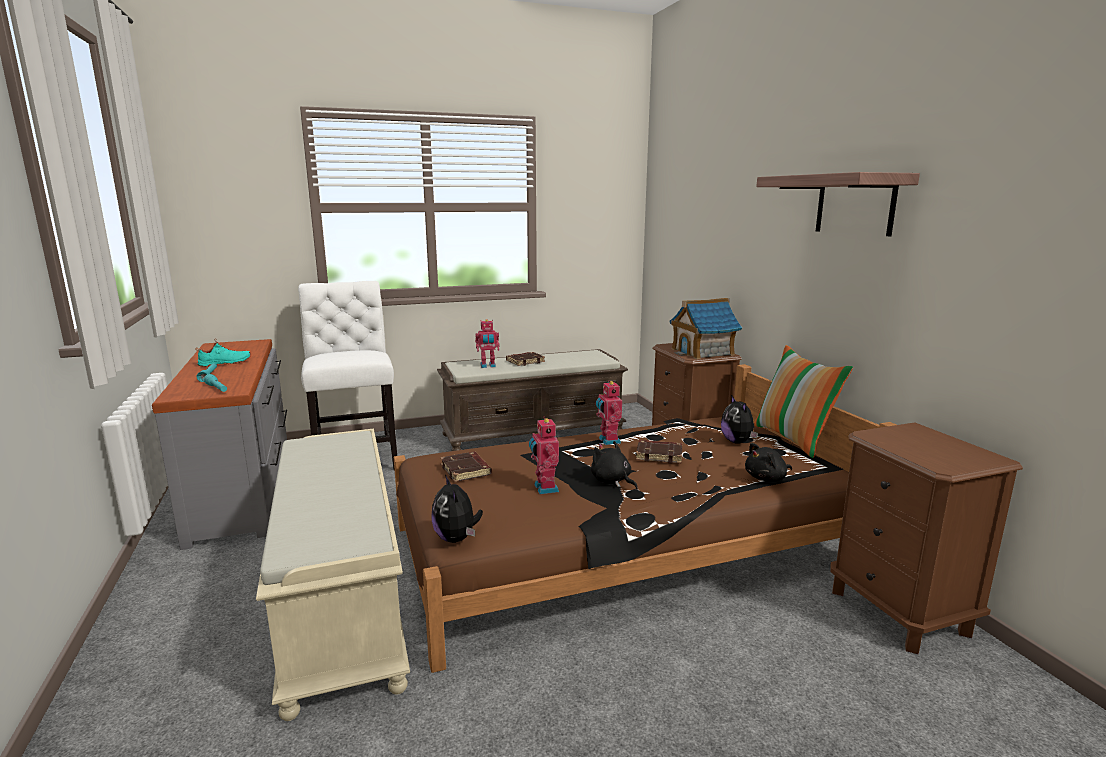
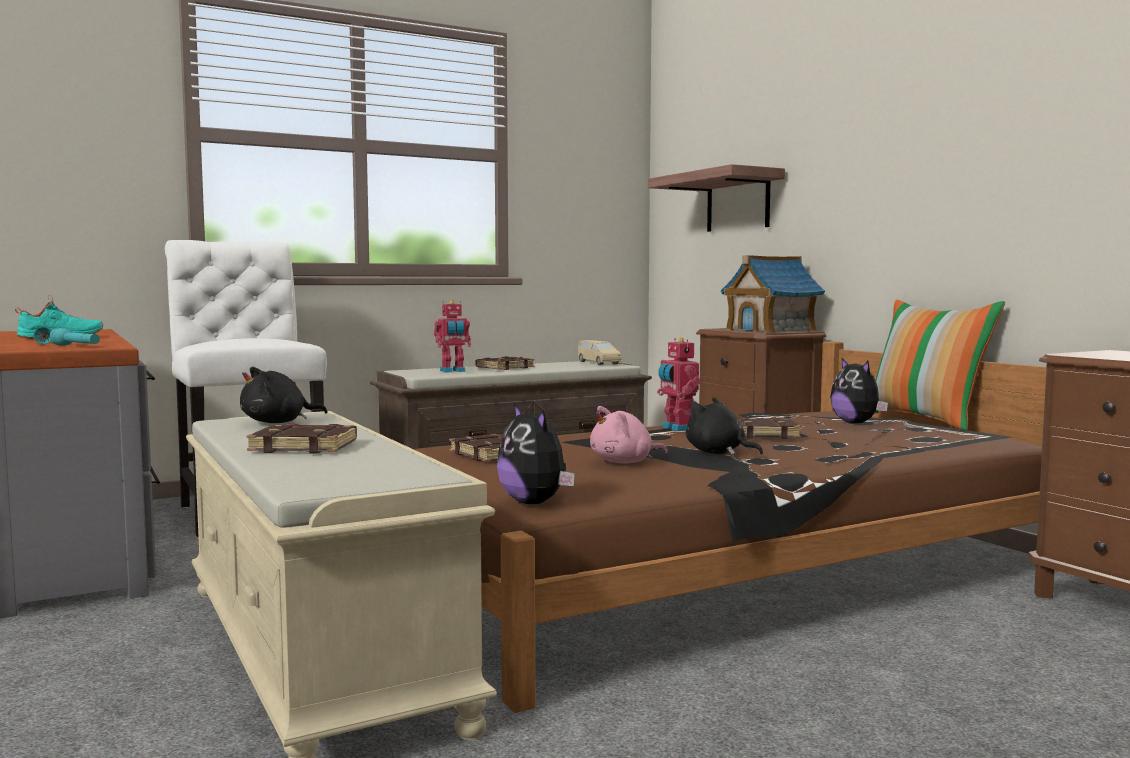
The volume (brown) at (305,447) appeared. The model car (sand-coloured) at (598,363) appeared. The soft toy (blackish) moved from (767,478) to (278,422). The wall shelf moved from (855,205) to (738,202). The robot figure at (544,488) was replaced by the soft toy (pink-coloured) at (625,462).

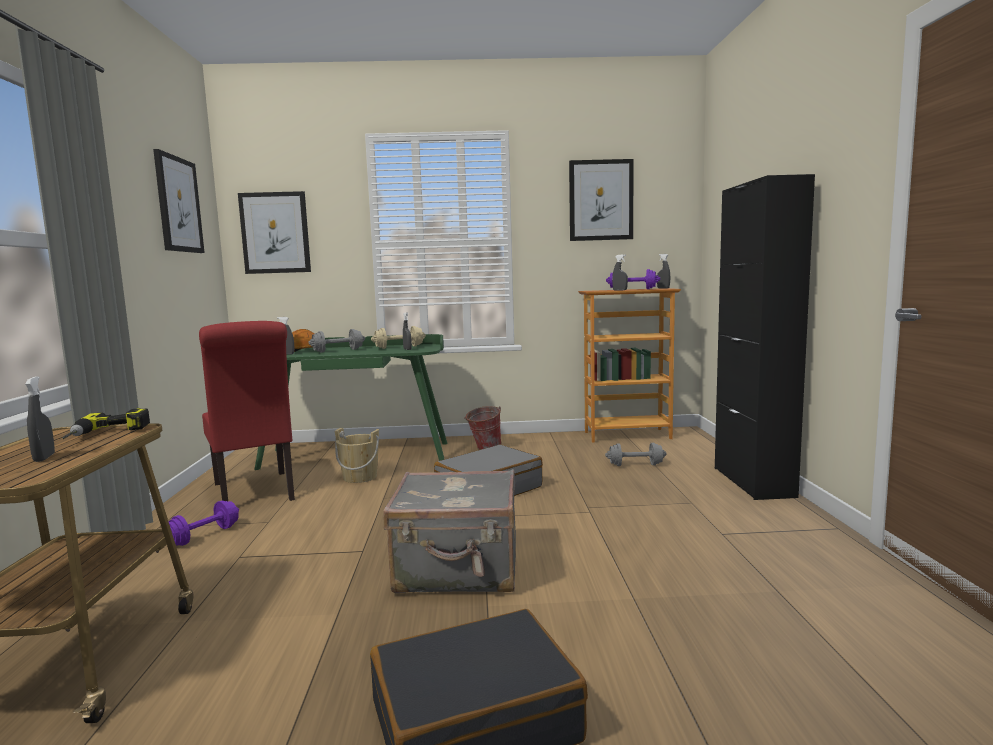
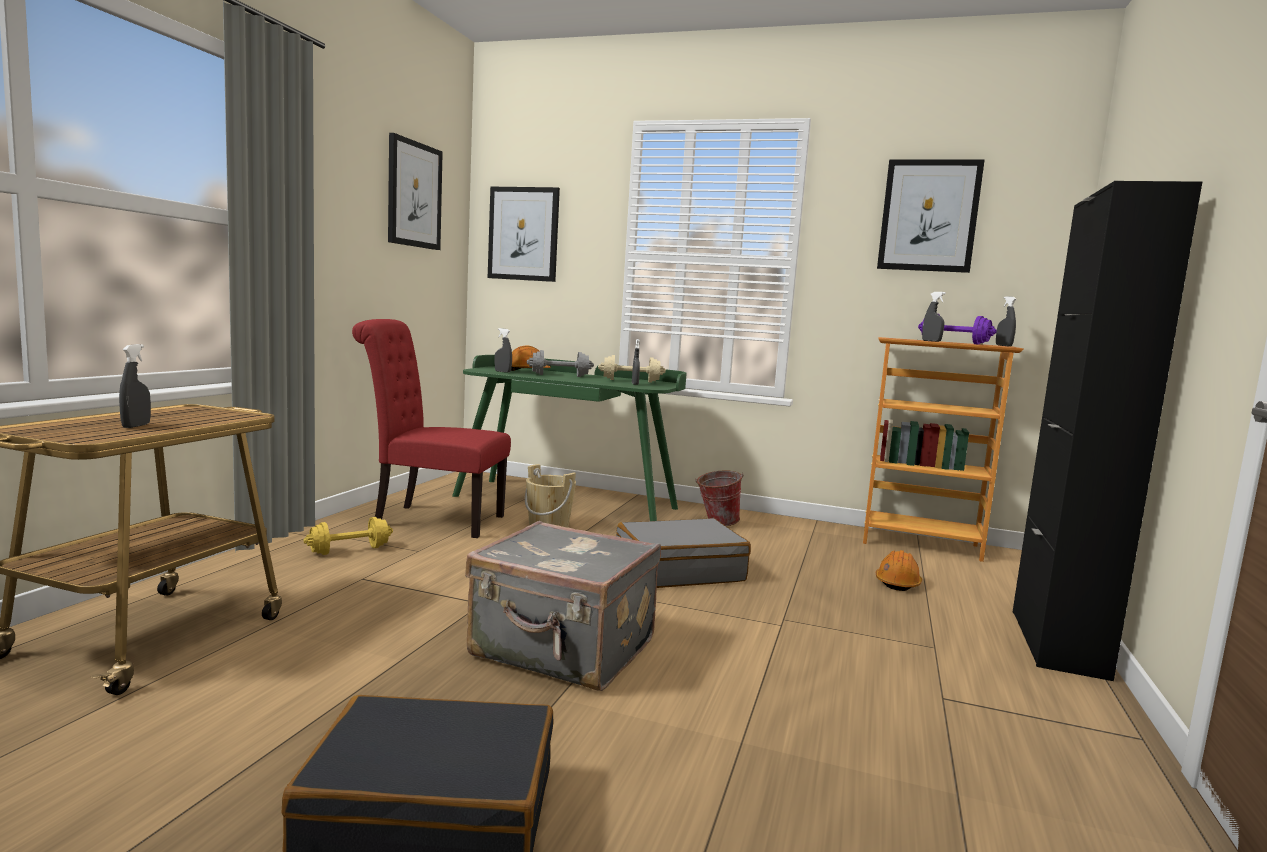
The power drill at (107,433) disappeared. The hand weight (greyish) at (635,465) was replaced by the safety helmet (orange-coloured) at (897,583). The hand weight (purplish) at (203,536) became the hand weight (yellowish) at (349,550). The plain chair (red) at (255,493) turned 105 degrees clockwise.

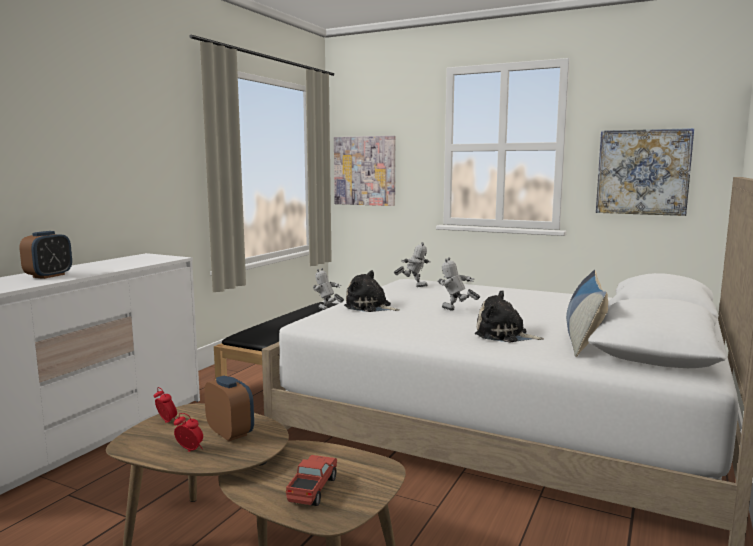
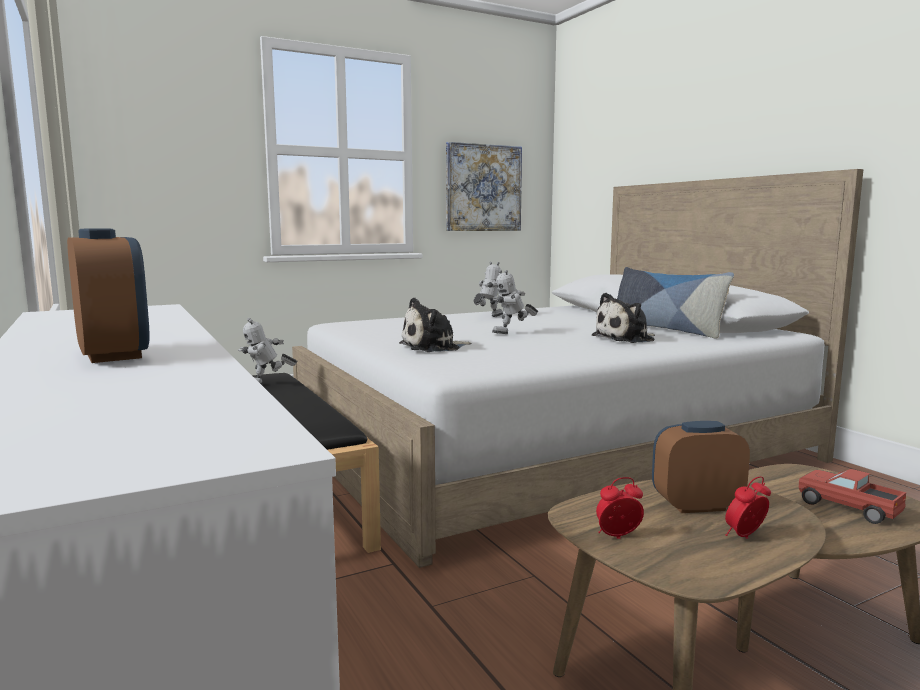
The picture at (364,171) disappeared. The robot figure moved from (413,286) to (488,317).

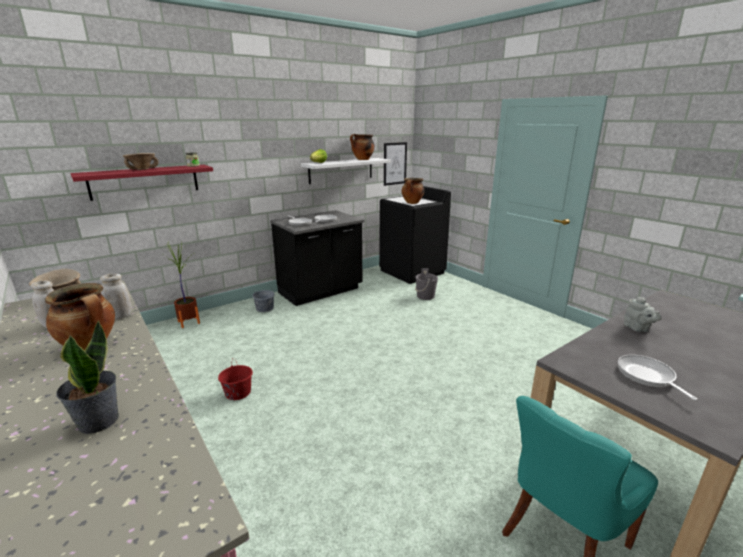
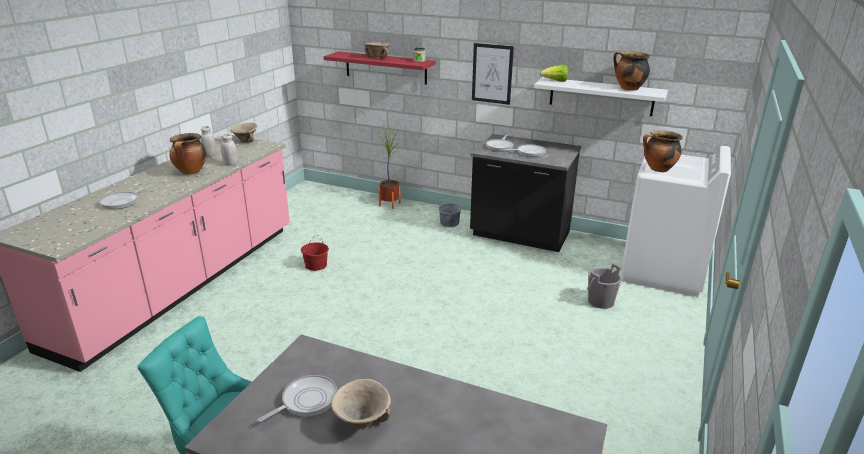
The pot for tea (greyish) at (637,328) disappeared. The deep dish (sand-coloured) at (361,423) appeared. The picture moved from (395,163) to (492,73). The houseplant at (98,421) was replaced by the frying pan at (122,202). The laundry machine (blackish) at (412,272) became the laundry machine (whitish) at (663,272).

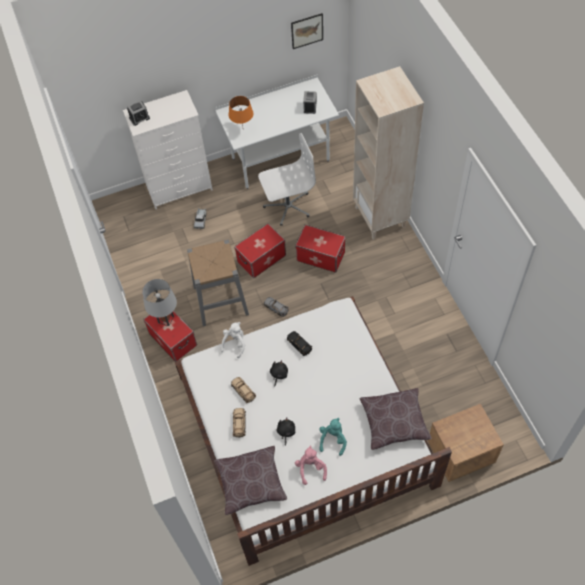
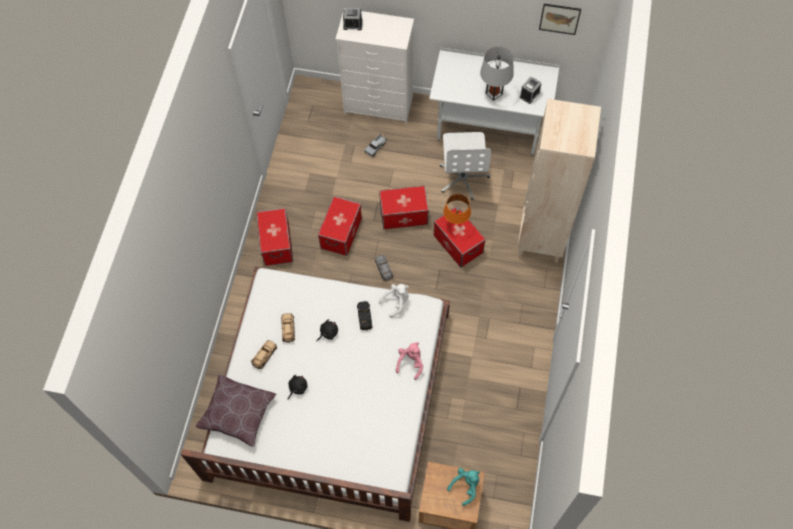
The cushion (brown) at (394,422) disappeared. The lamp for a table (greyish) moved from (166,319) to (494,93). The soft toy (whitish) moved from (235,343) to (396,302). The lamp for a table (orange-coloured) moved from (242,129) to (455,223). The soft toy (pink-coloured) moved from (311,468) to (410,362). The soft toy (blue-green) moved from (333,439) to (466,486). The stool seat (greyish) at (220,300) was replaced by the storage container at (341,233). The computer chair (whitish) at (287,206) turned 75 degrees clockwise.

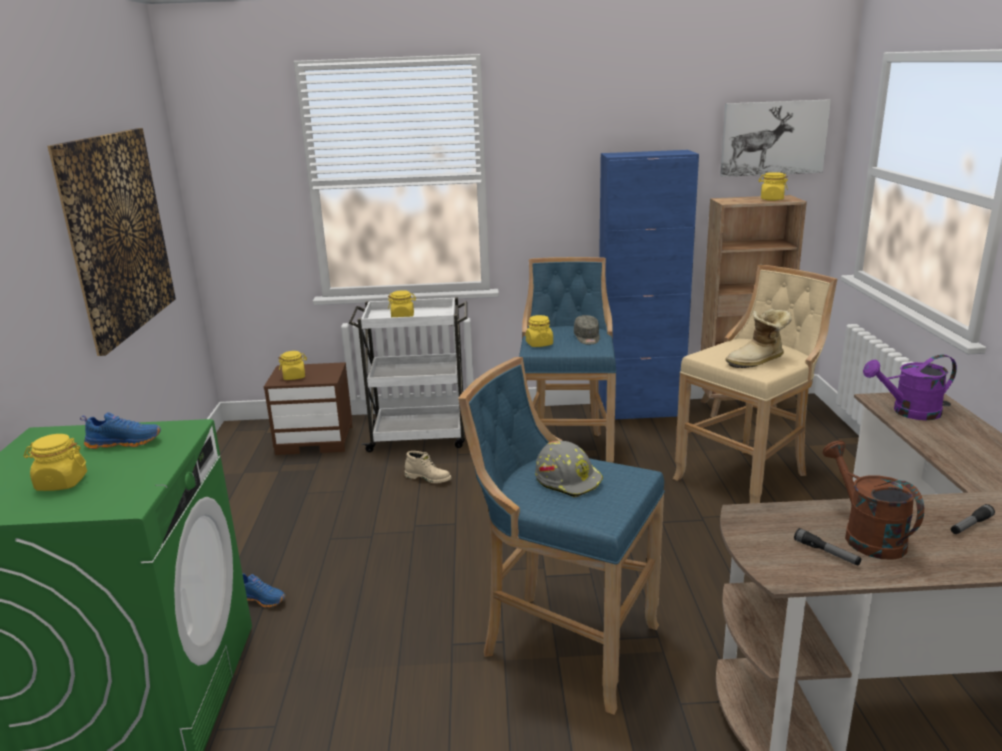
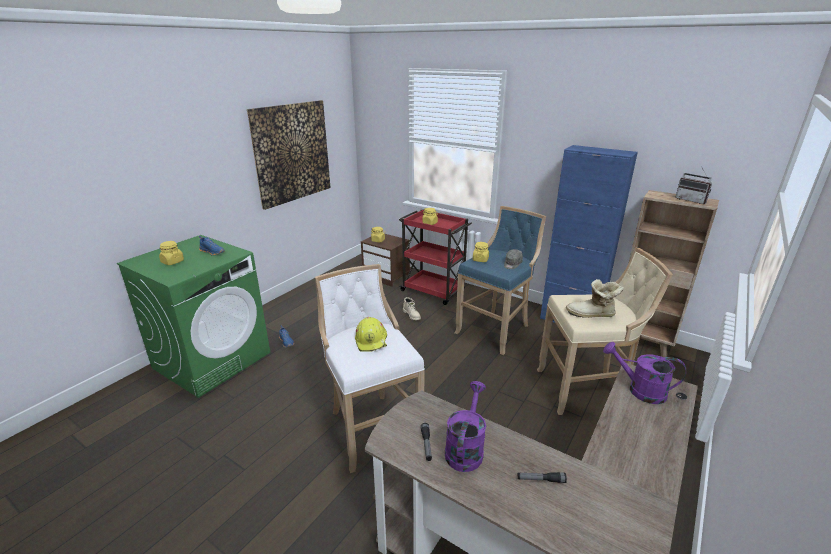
The picture at (773,138) disappeared. The storage jar (yellowish) at (771,199) was replaced by the radio receiver at (692,200). The wheeled cart (whitish) at (420,436) became the wheeled cart (red) at (433,291). The stool seat (blue) at (564,643) became the stool seat (whitish) at (371,427). The safety helmet (greyish) at (568,480) became the safety helmet (yellowish) at (372,341). The watering can (brown) at (866,535) became the watering can (purplish) at (465,448).

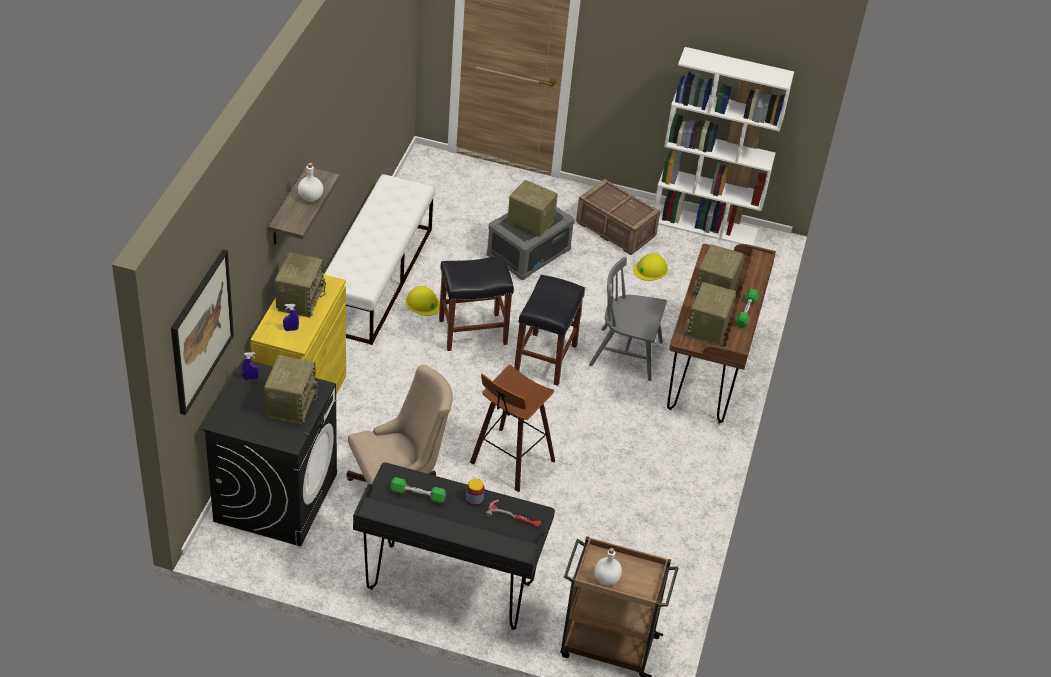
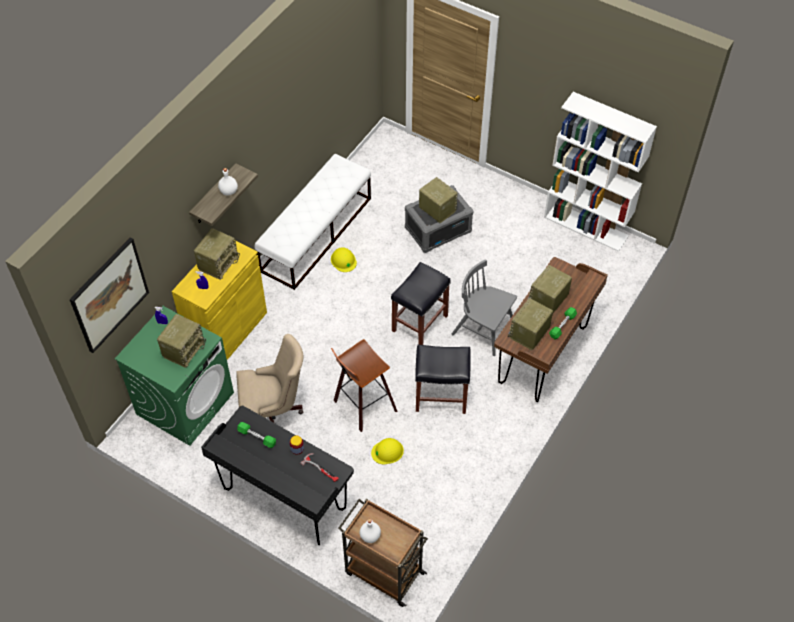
The shipping crate at (615,229) disappeared. The stool seat (blackish) moved from (472,332) to (440,397). The safety helmet (yellowish) moved from (650,269) to (387,451). The laundry machine (blackish) at (276,497) became the laundry machine (greenish) at (185,403).

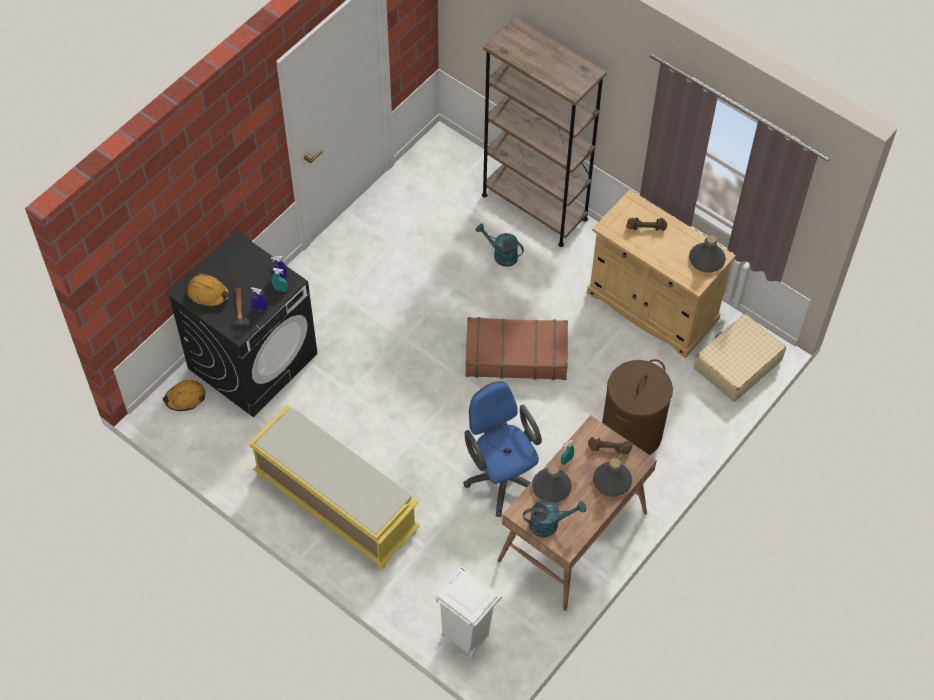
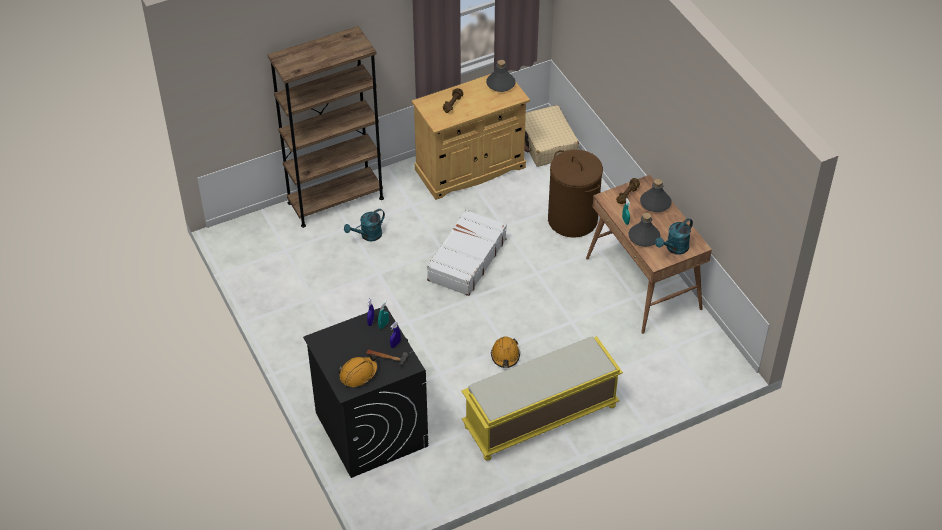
The rubbish bin (whitish) at (465,636) disappeared. The computer chair (blue) at (501,476) disappeared. The safety helmet (orange-coloured) moved from (185,398) to (505,355). The suitcase (brown) at (515,354) became the suitcase (whitish) at (466,260). The watering can (blue-green) at (549,524) turned 150 degrees counterclockwise.

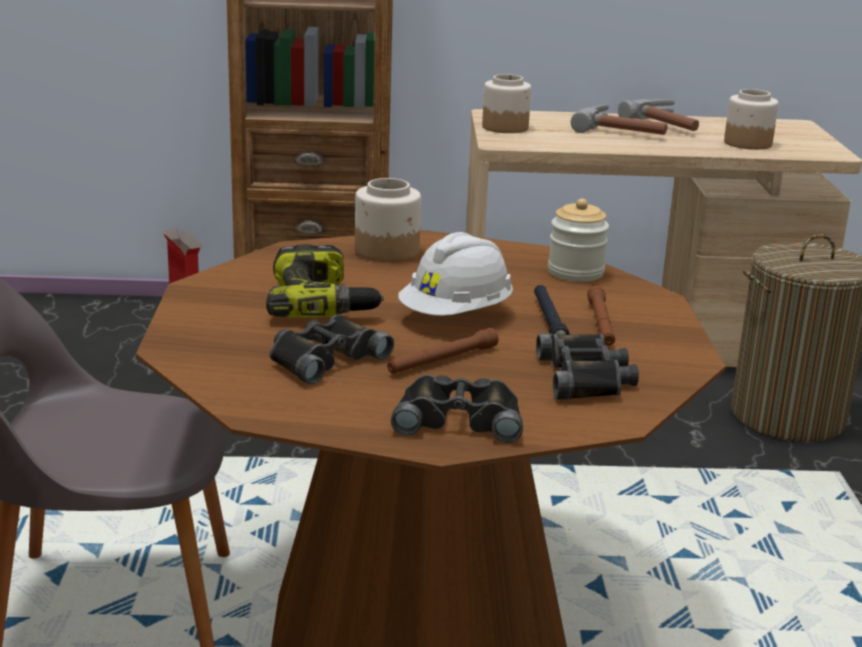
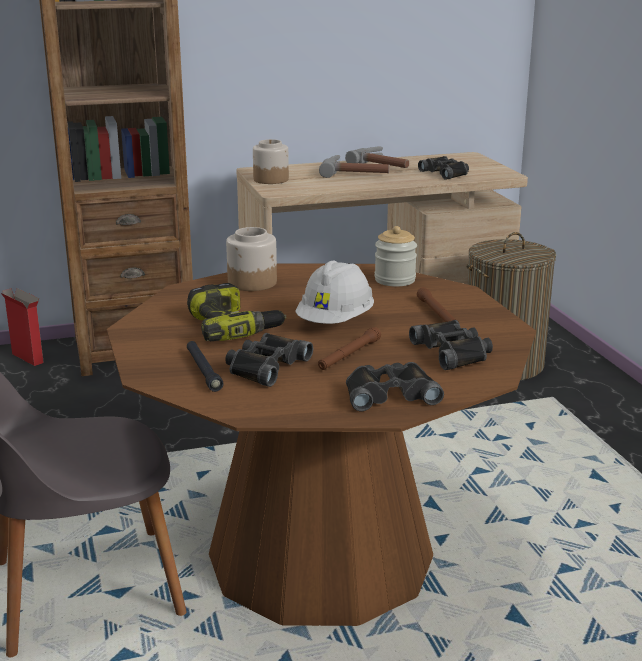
The flashlight (blackish) moved from (549,320) to (203,371). The storage jar at (747,143) was replaced by the field glasses (blackish) at (446,173).

